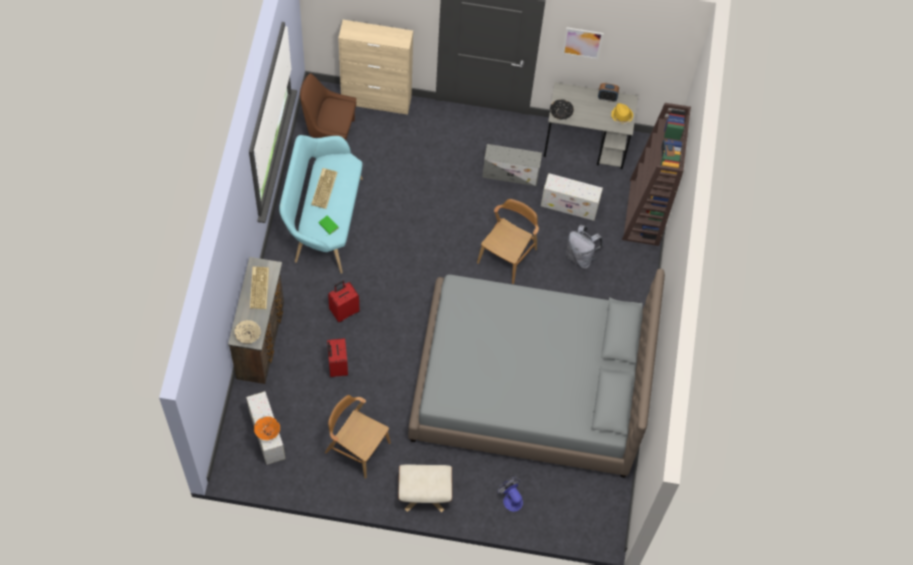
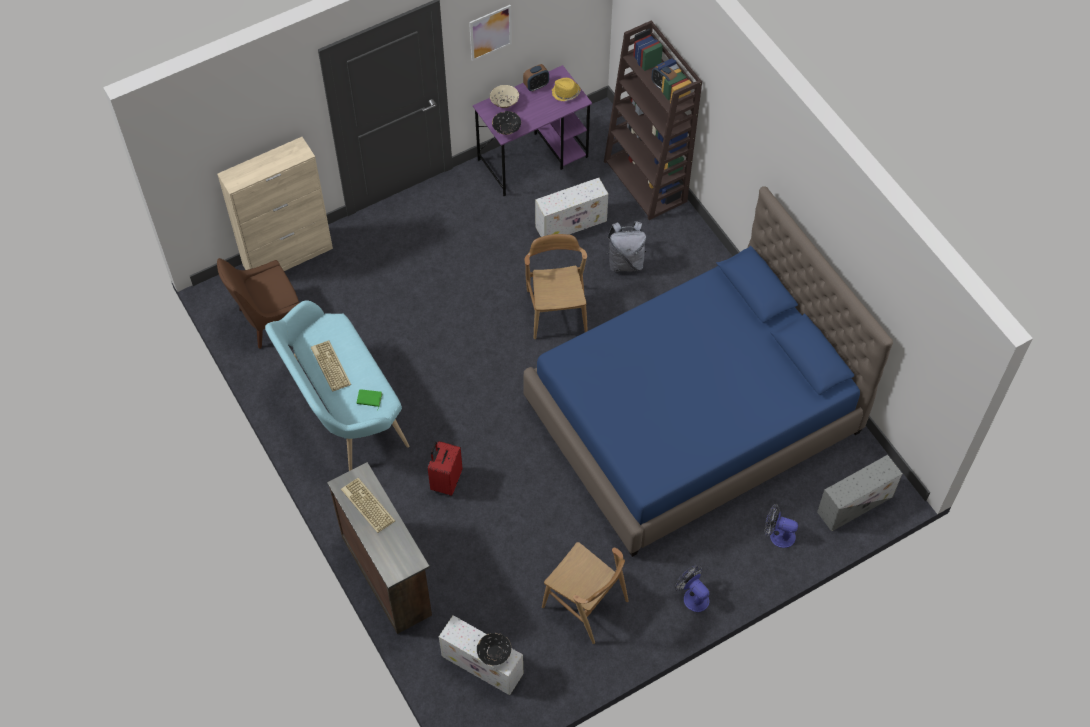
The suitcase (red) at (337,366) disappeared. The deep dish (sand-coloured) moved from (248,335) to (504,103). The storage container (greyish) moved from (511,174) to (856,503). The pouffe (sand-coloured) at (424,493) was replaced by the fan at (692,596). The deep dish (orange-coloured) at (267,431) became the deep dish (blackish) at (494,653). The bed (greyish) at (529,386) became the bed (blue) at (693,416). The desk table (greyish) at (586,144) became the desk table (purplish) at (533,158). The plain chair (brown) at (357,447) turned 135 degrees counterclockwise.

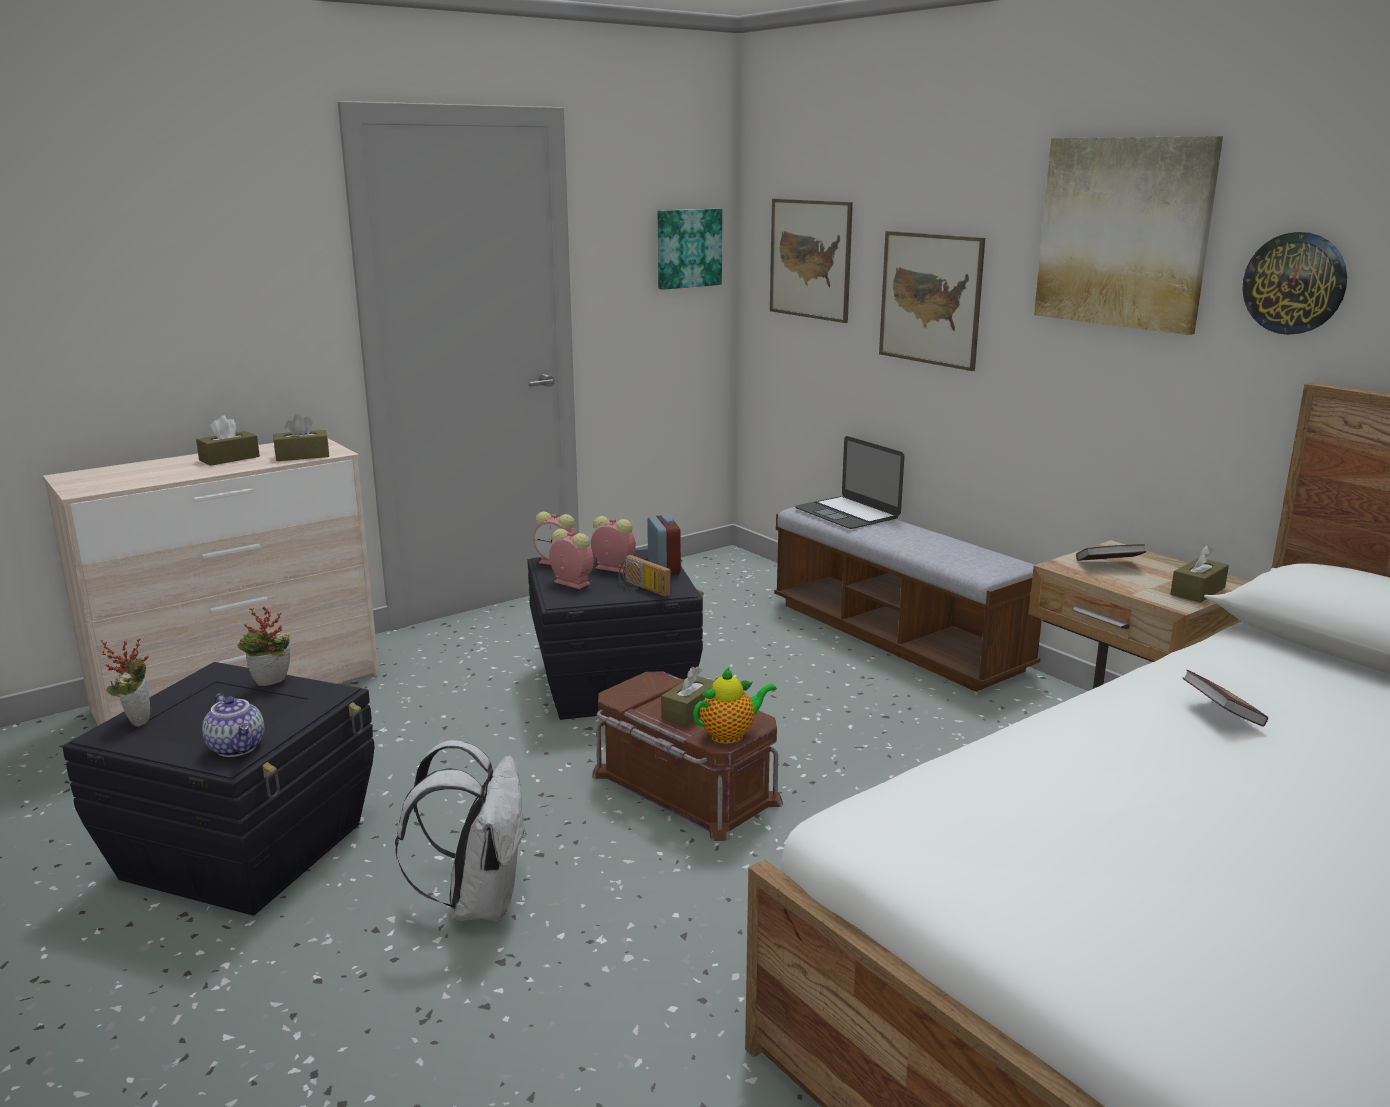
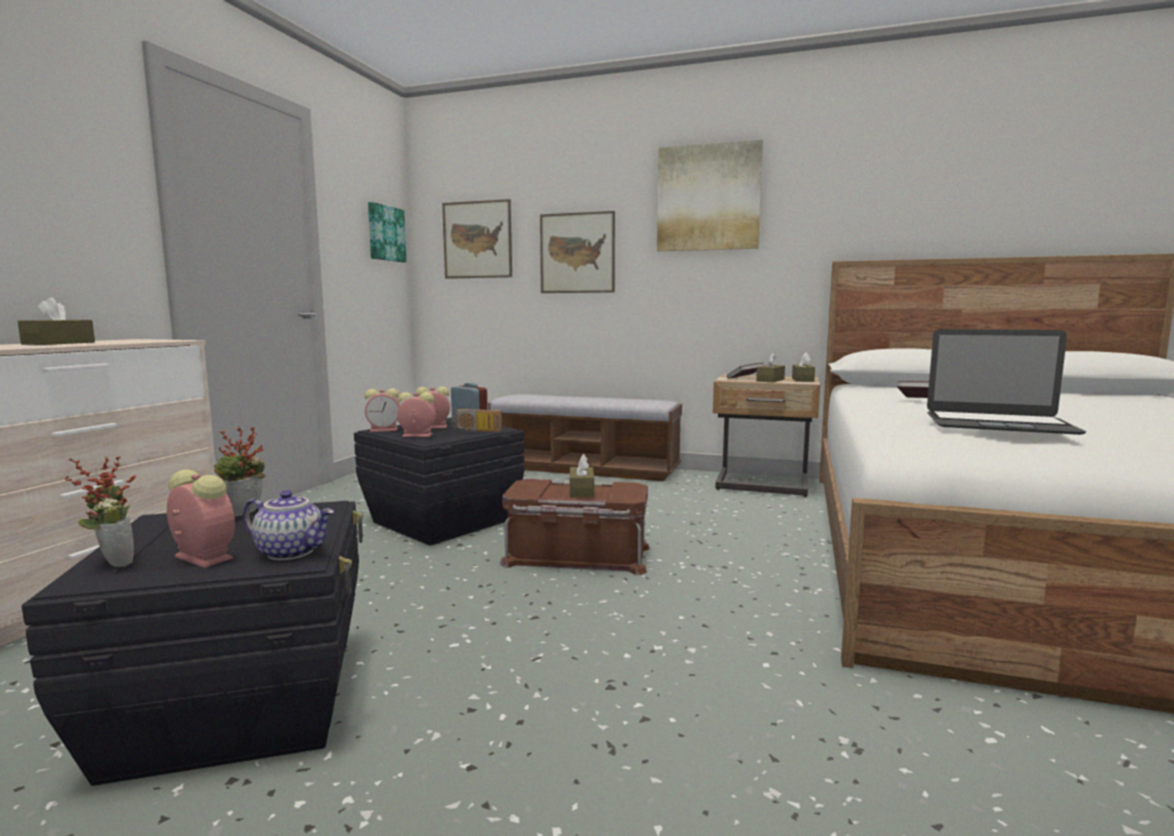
The knapsack (whitish) at (478,902) disappeared. The pot for tea at (730,735) disappeared. The hanging clock at (1295,283) disappeared. The alarm clock at (201,557) appeared. The tissue box (brown) moved from (302,456) to (770,380). The notebook computer moved from (847,513) to (998,423).

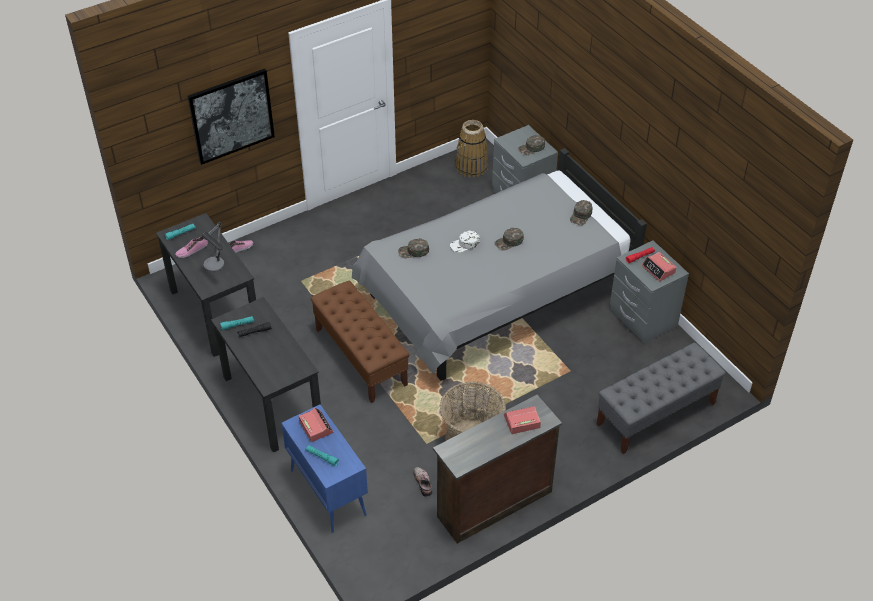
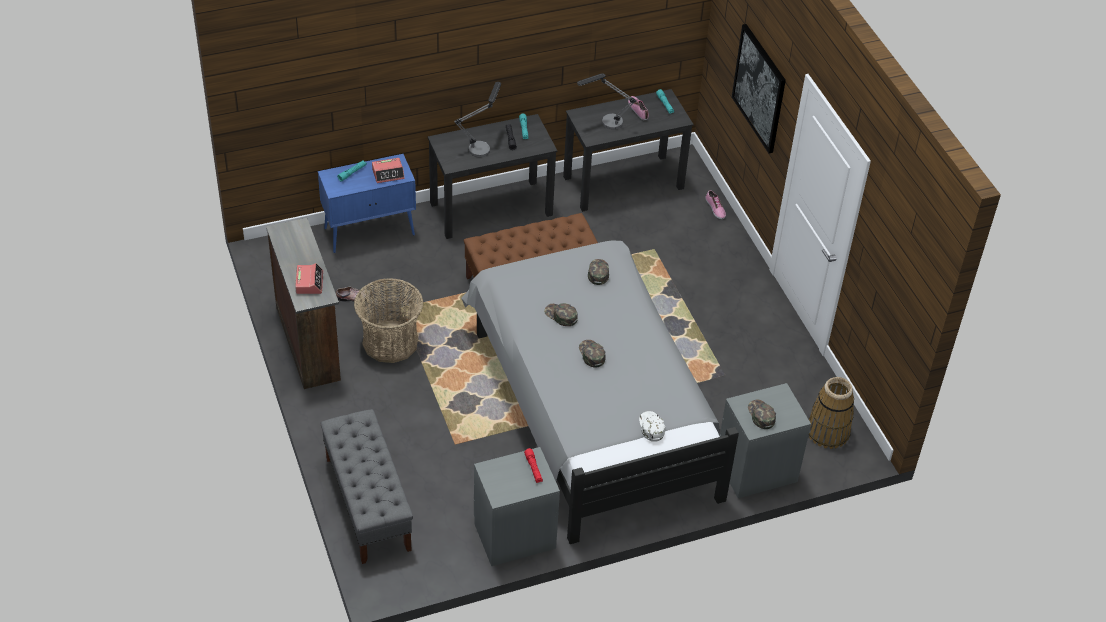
The alarm clock at (658,269) disappeared. The lamp for a table at (482,145) appeared. The baseball cap (whitish) moved from (465,244) to (651,427). The baseball cap (greenish) moved from (581,215) to (560,316).

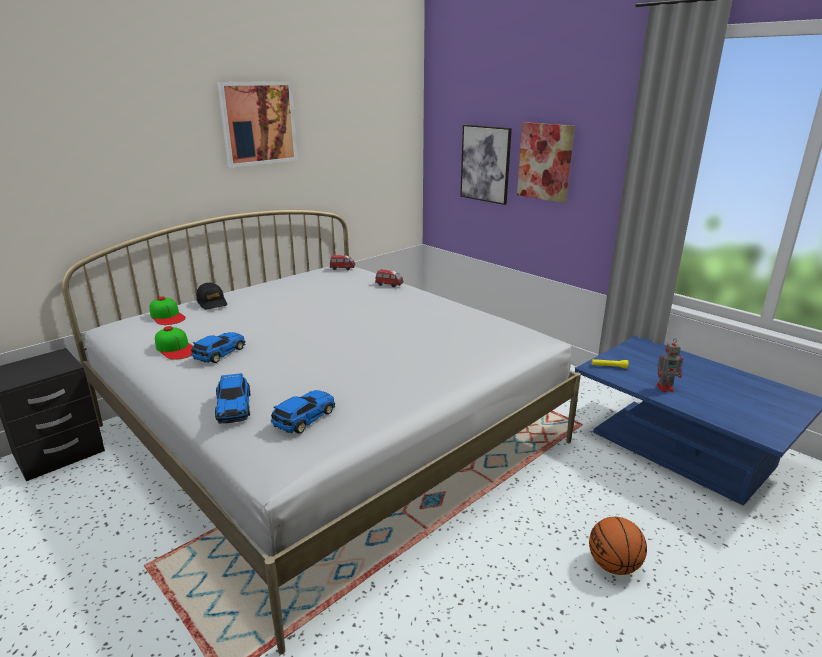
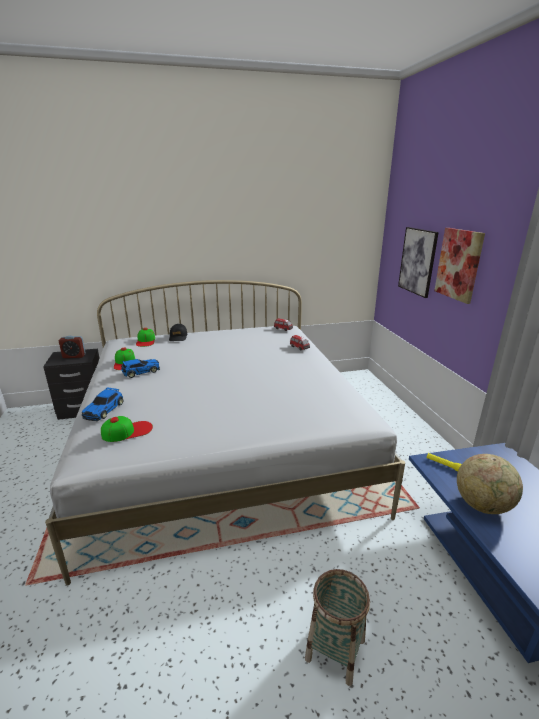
The picture at (258,123) disappeared. The alarm clock at (74,356) appeared. The model car at (303,418) was replaced by the baseball cap at (127,431). The basketball ball at (613,565) was replaced by the household basket at (335,650). The robot figure at (665,388) was replaced by the world globe at (482,505).

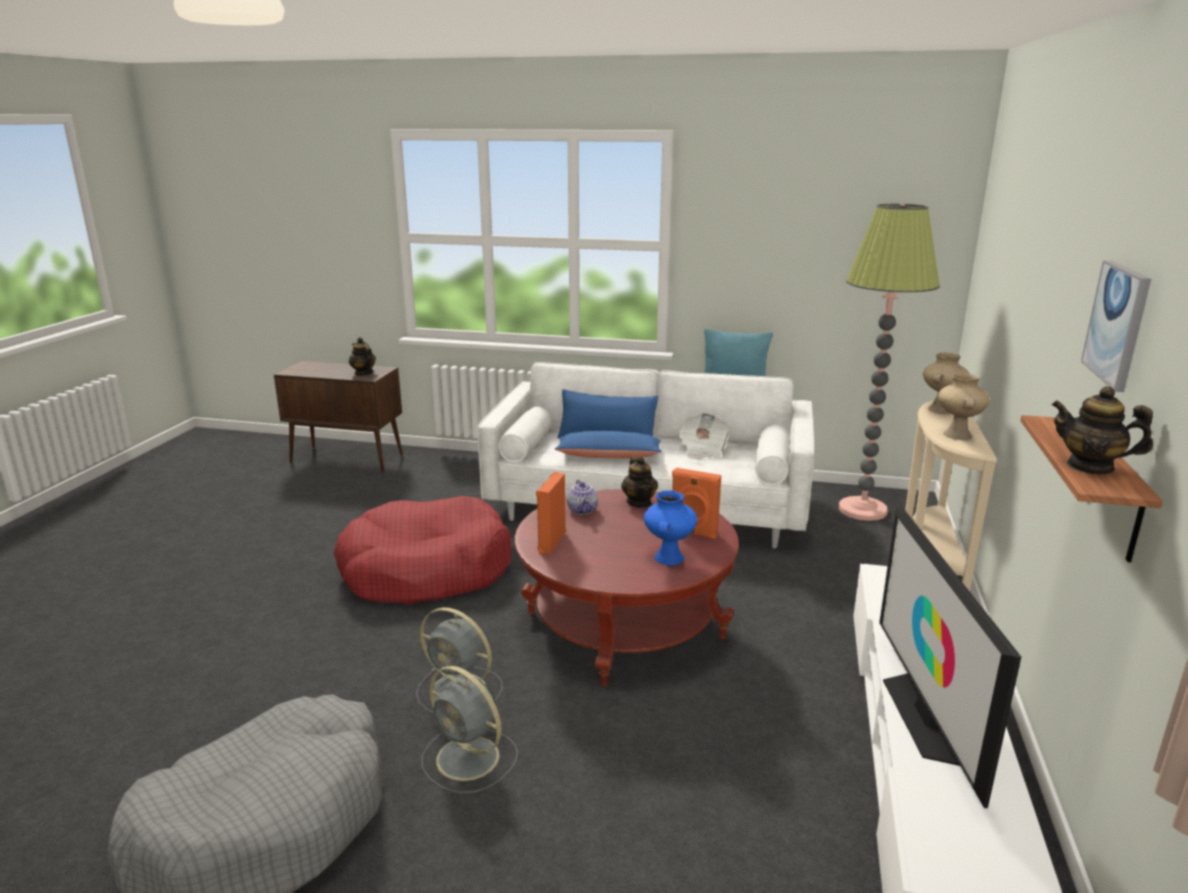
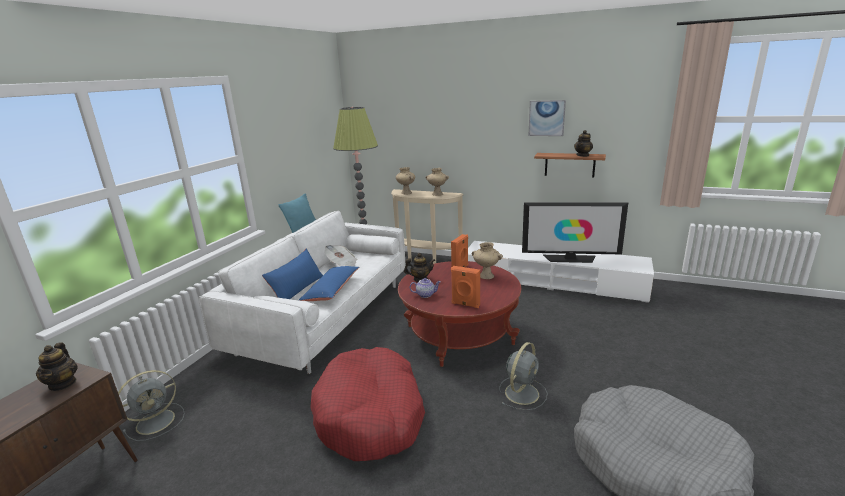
The fan (greyish) moved from (470,759) to (157,421). The decorative vase (blue) at (668,557) became the decorative vase (sand-coloured) at (486,276). The pot for tea at (363,373) turned 75 degrees counterclockwise.

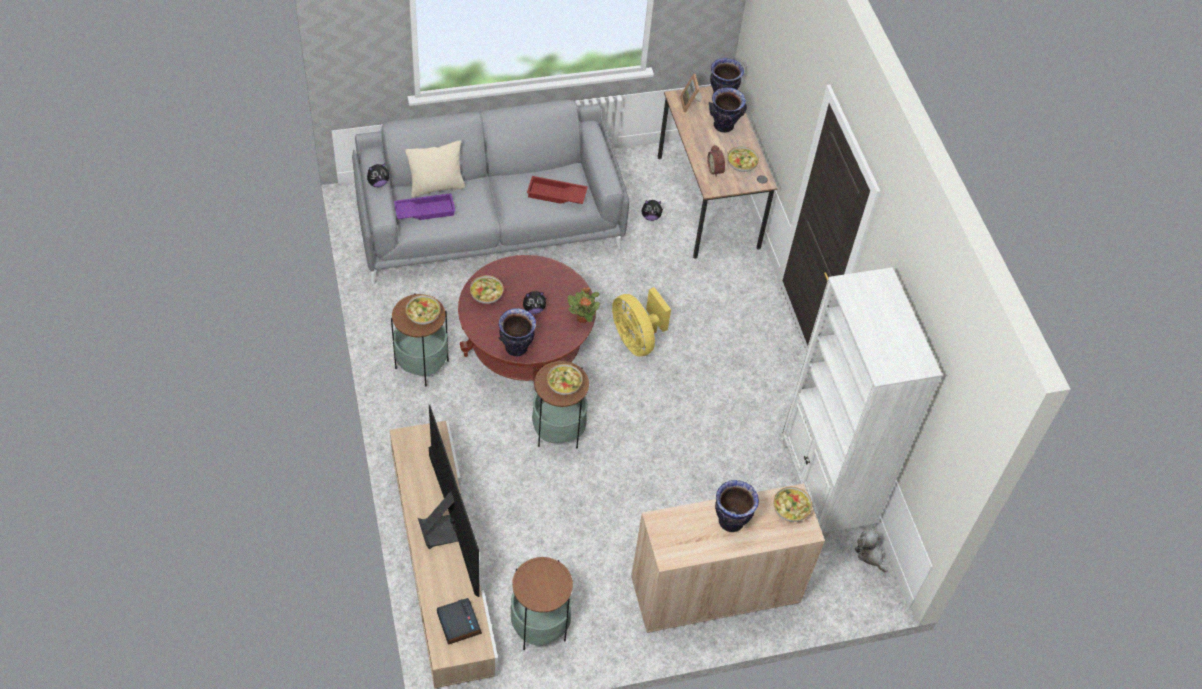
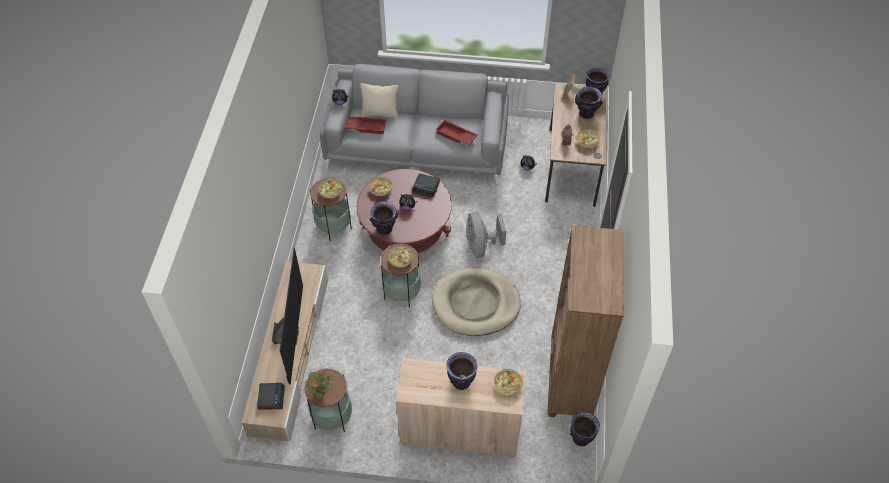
The alarm clock at (426,187) appeared. The dog cushion (sand-coloured) at (475,304) appeared. The houseplant moved from (582,318) to (320,392). The soft toy at (870,555) was replaced by the decorative vase at (581,438). The tray (purplish) at (425,210) became the tray (red) at (366,126). The fan (yellowish) at (636,339) became the fan (greyish) at (481,246). The bookshelf (whitish) at (825,486) became the bookshelf (brown) at (570,381).

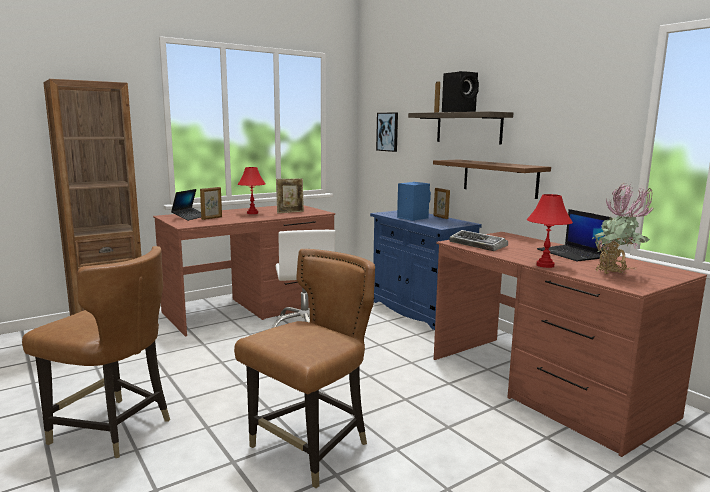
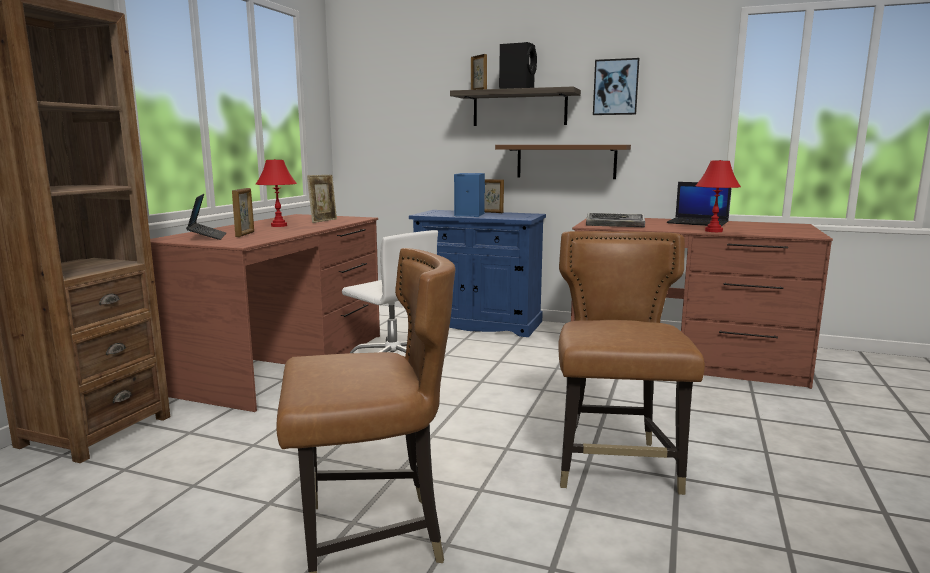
The houseplant at (616,275) disappeared. The picture moved from (388,132) to (615,87).

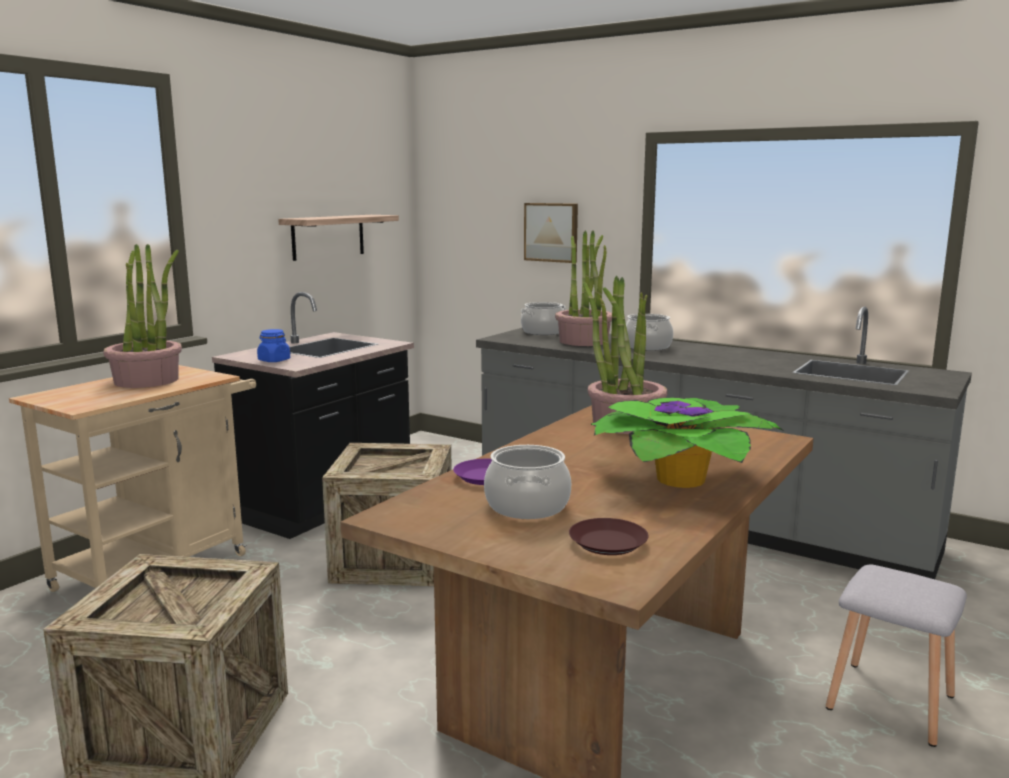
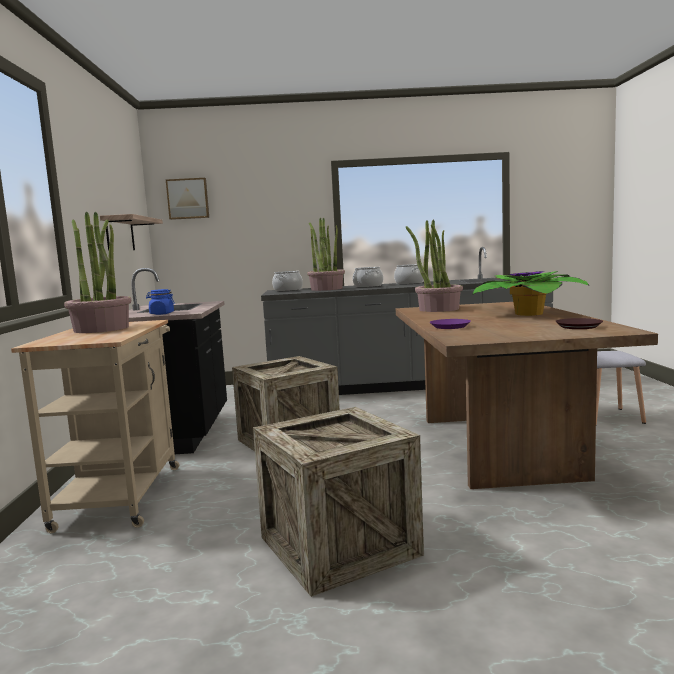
The saucepot moved from (528,506) to (409,283). The picture moved from (552,232) to (188,199).

